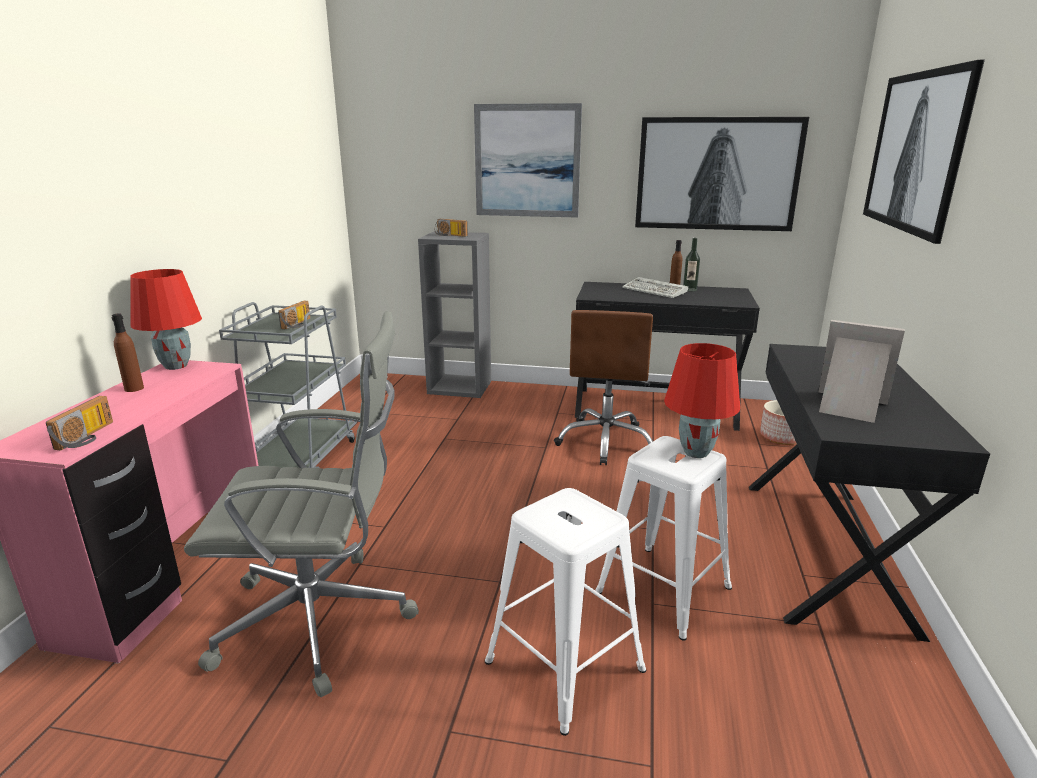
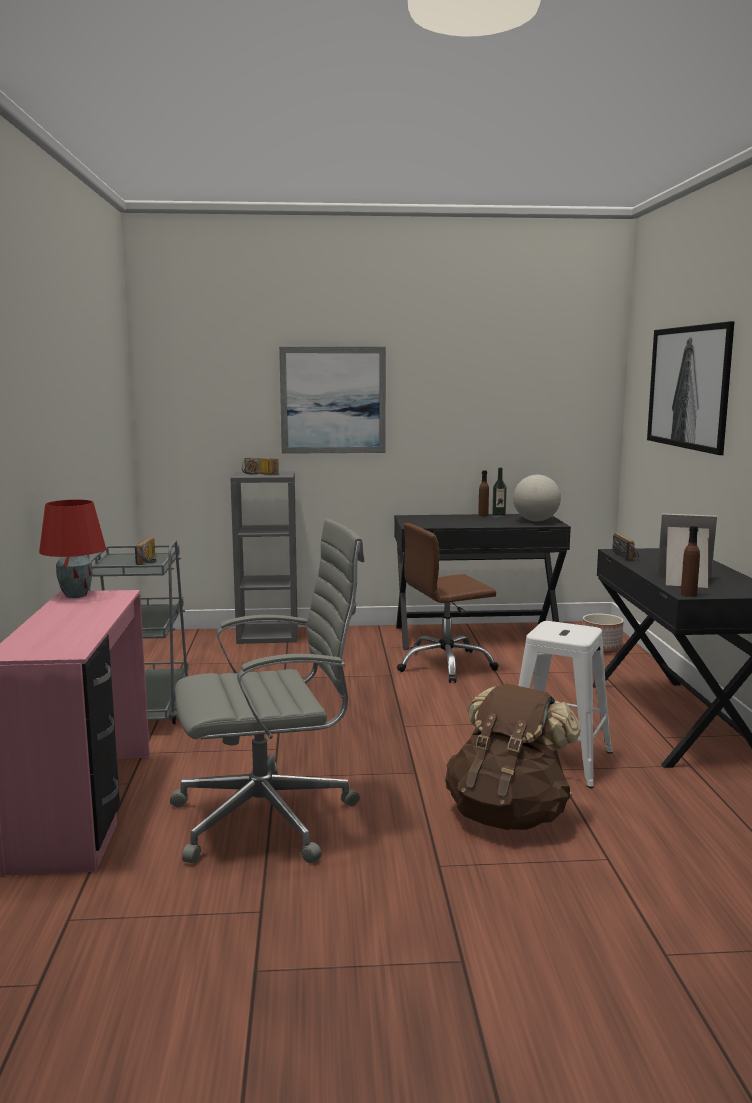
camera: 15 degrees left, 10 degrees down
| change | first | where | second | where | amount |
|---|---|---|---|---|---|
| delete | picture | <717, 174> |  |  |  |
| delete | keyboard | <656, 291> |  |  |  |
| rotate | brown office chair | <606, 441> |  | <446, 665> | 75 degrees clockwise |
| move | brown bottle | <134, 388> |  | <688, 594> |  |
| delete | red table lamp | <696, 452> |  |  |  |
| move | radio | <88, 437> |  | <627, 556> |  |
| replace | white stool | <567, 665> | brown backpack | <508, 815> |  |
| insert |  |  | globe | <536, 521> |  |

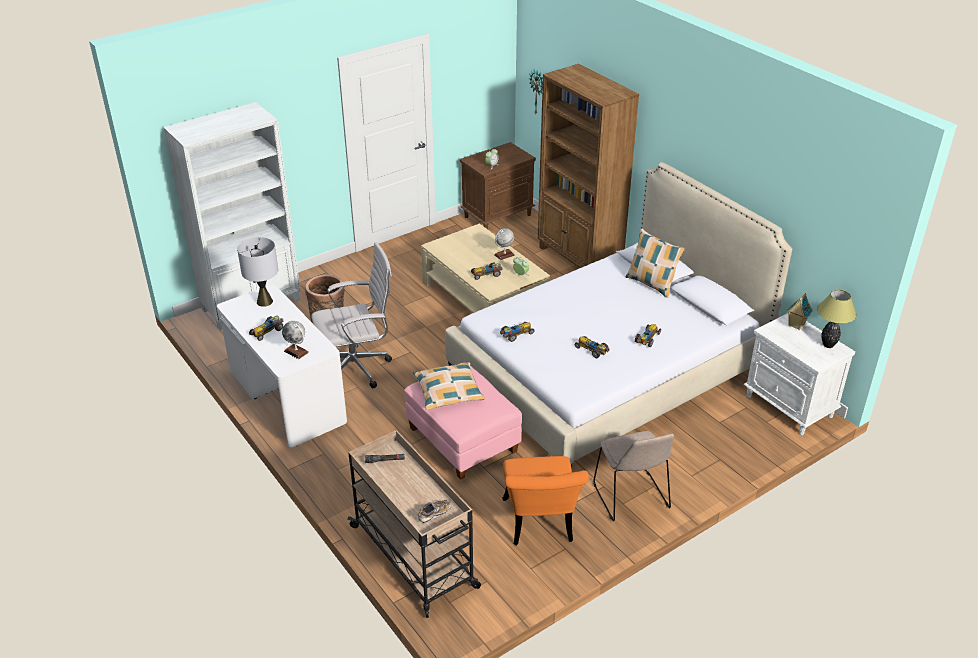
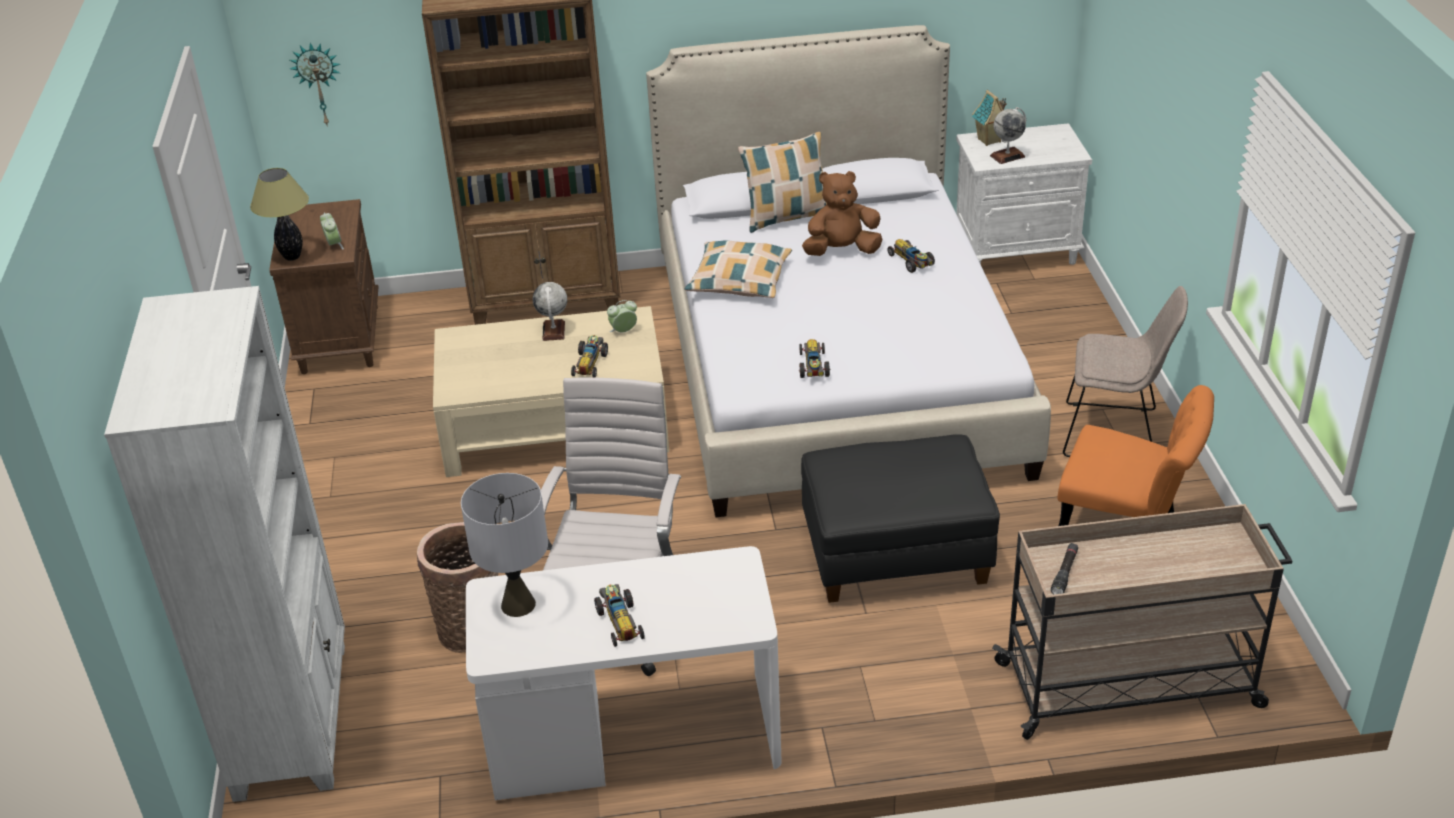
camera: 60 degrees left, 0 degrees up
| change | first | where | second | where | amount |
|---|---|---|---|---|---|
| move | table lamp | <828, 345> |  | <292, 257> |  |
| move | globe | <296, 352> |  | <1007, 156> |  |
| delete | toy car | <592, 350> |  |  |  |
| move | pillow | <448, 392> |  | <739, 280> |  |
| recolor | pink ottoman | <463, 440> | black ottoman | <895, 553> |  |
| delete | shoe | <434, 514> |  |  |  |
| insert |  |  | brown plush toy | <841, 251> |  |

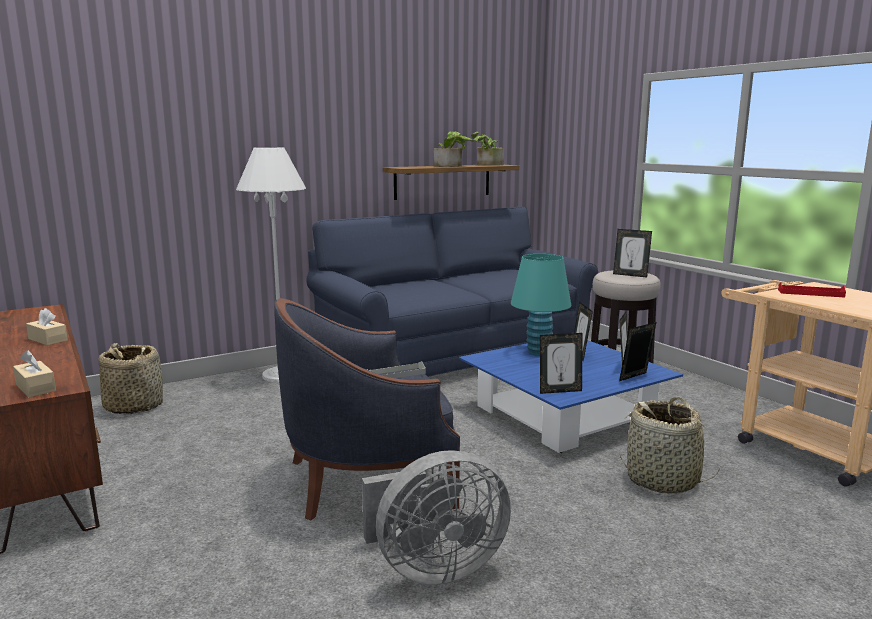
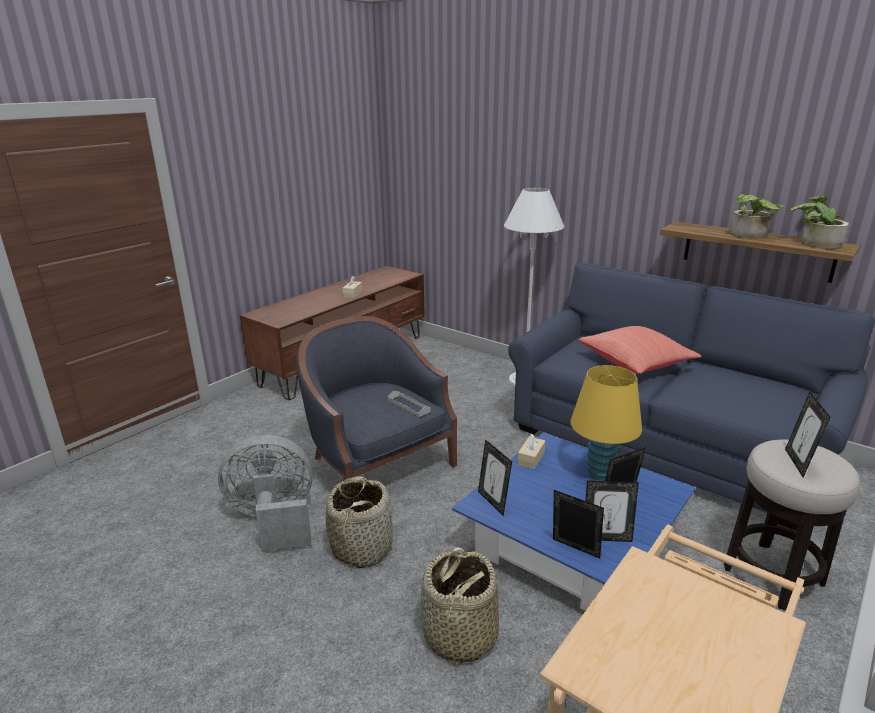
camera: 70 degrees right, 10 degrees up
| change | first | where | second | where | amount |
|---|---|---|---|---|---|
| recolor | turquoise table lamp | <538, 352> | yellow table lamp | <599, 473> |  |
| delete | red tray | <810, 293> |  |  |  |
| move | basket | <133, 406> |  | <362, 547> |  |
| move | beige tissue box | <36, 388> |  | <531, 458> |  |
| rotate | grey fan | <433, 568> |  | <274, 521> | 120 degrees clockwise |
| insert |  |  | red pillow | <636, 364> |  |

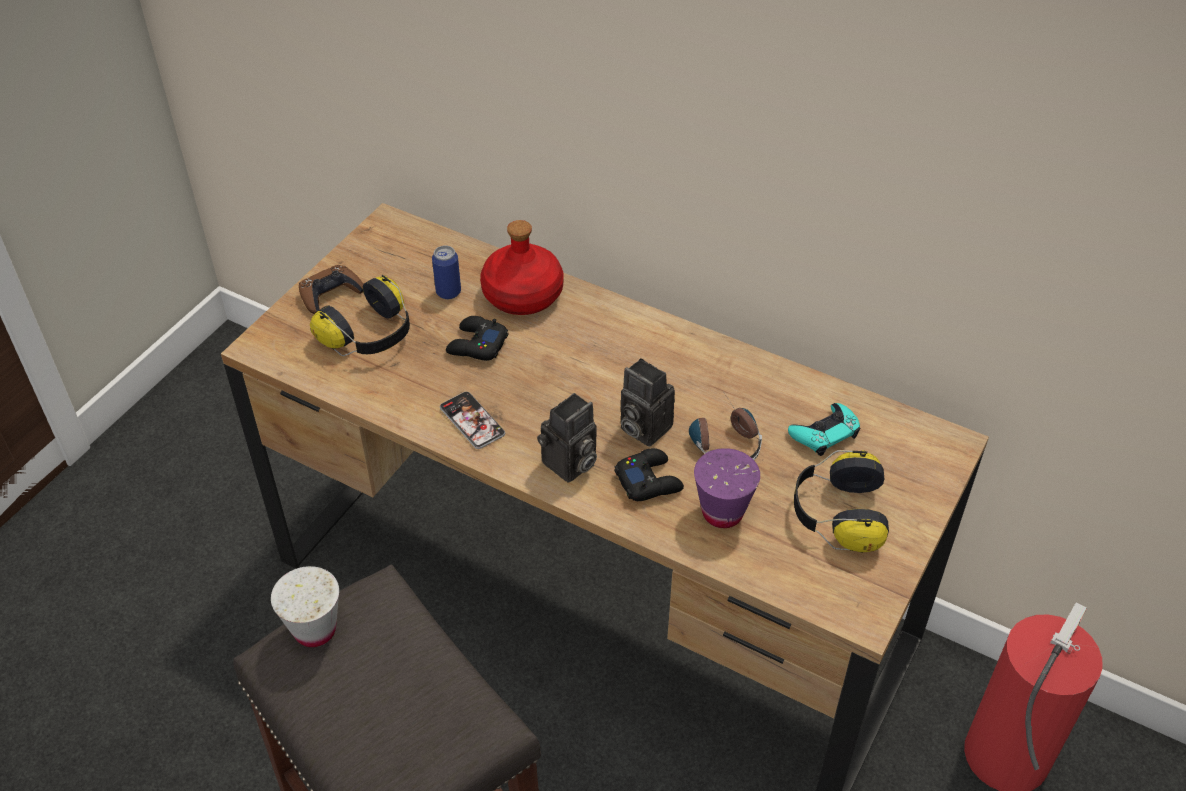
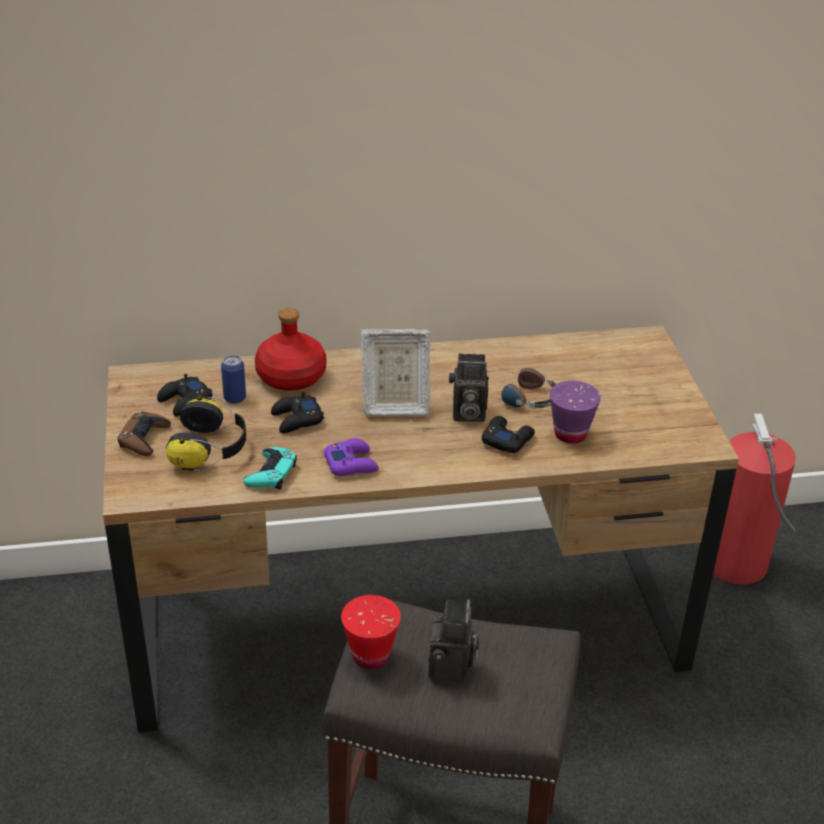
camera: 40 degrees left, 10 degrees down
| change | first | where | second | where | amount |
|---|---|---|---|---|---|
| replace | phone | <472, 421> | purple game controller | <351, 463> |  |
| move | photo camera | <569, 465> |  | <452, 670> |  |
| move | turquoise game controller | <824, 433> |  | <271, 474> |  |
| delete | headphones | <836, 514> |  |  |  |
| recolor | white cup | <315, 630> | red cup | <370, 655> |  |
| insert |  |  | picture frame | <394, 405> |  |
| insert |  |  | black game controller | <185, 401> |  |

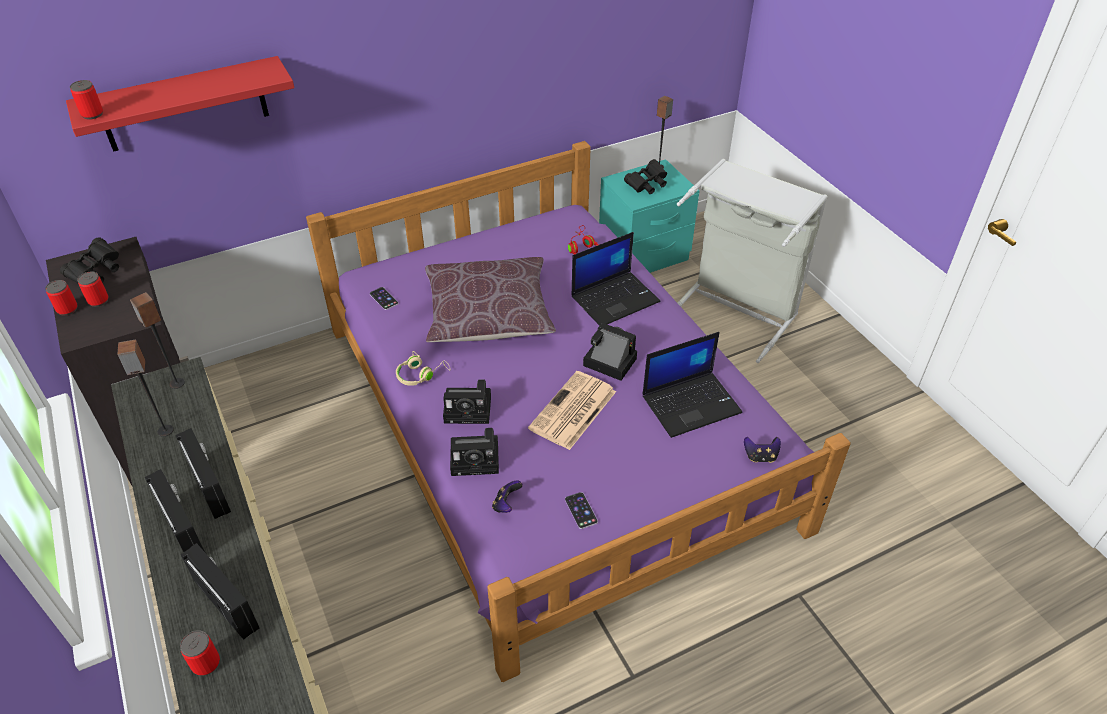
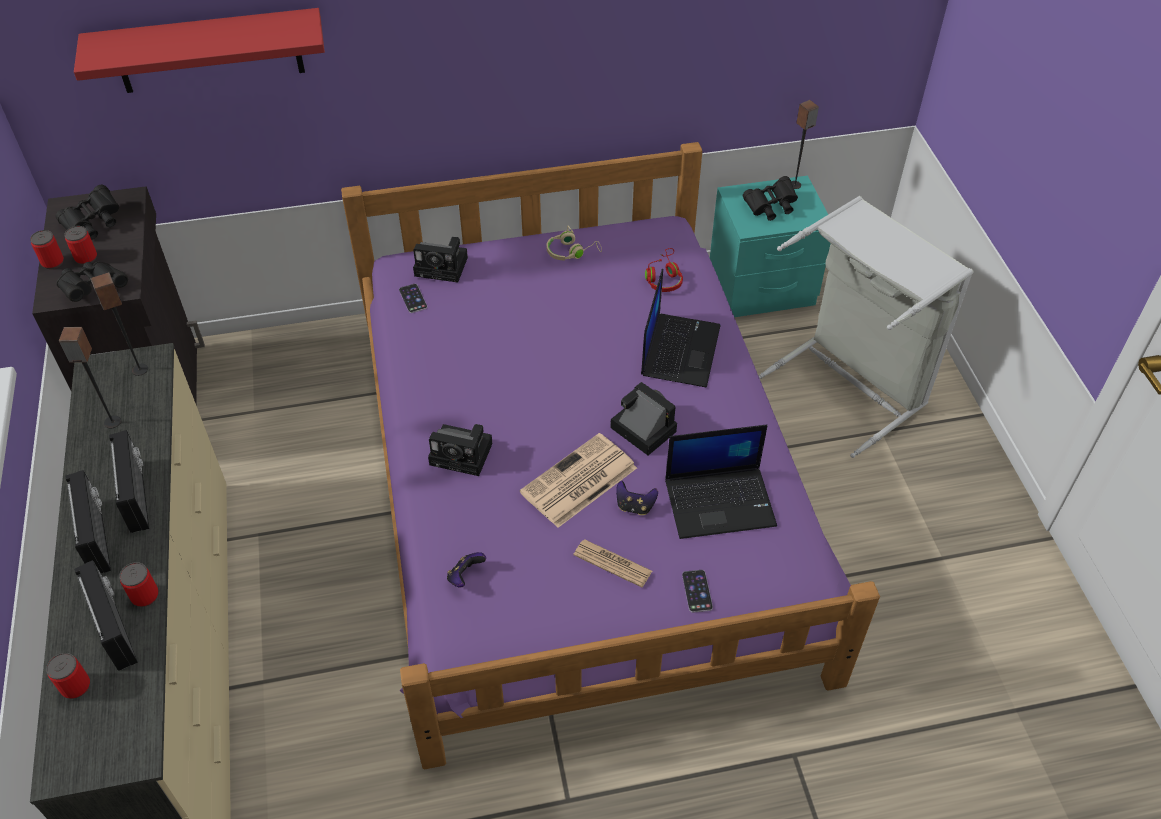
camera: 15 degrees right, 5 degrees up
| change | first | where | second | where | amount |
|---|---|---|---|---|---|
| move | can | <92, 114> |  | <145, 596> |  |
| rotate | laptop | <615, 298> |  | <679, 349> | 60 degrees counterclockwise |
| delete | brown pillow | <488, 314> |  |  |  |
| move | beige headphones | <421, 374> |  | <571, 252> |  |
| move | photo camera | <477, 458> |  | <443, 266> |  |
| move | game controller | <760, 456> |  | <635, 506> |  |
| move | phone | <581, 510> |  | <697, 591> |  |
| insert |  |  | black binoculars | <93, 288> |  |
| insert |  |  | newspaper | <612, 563> |  |

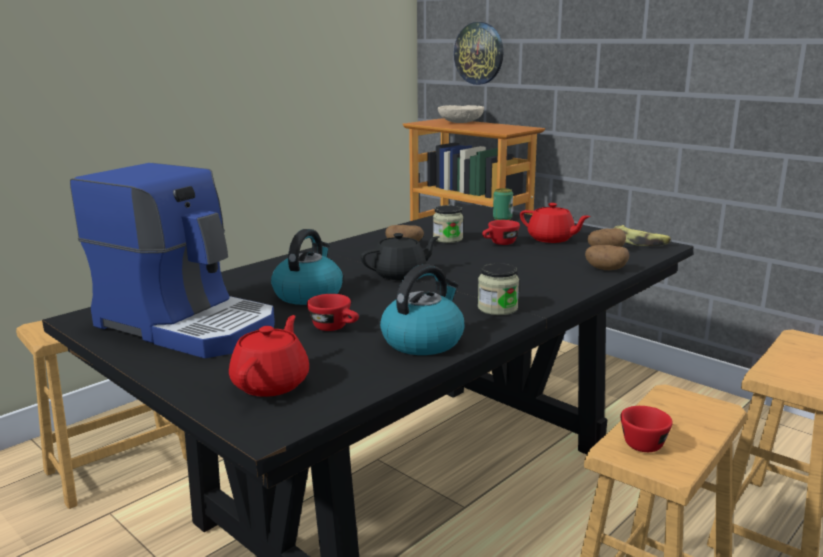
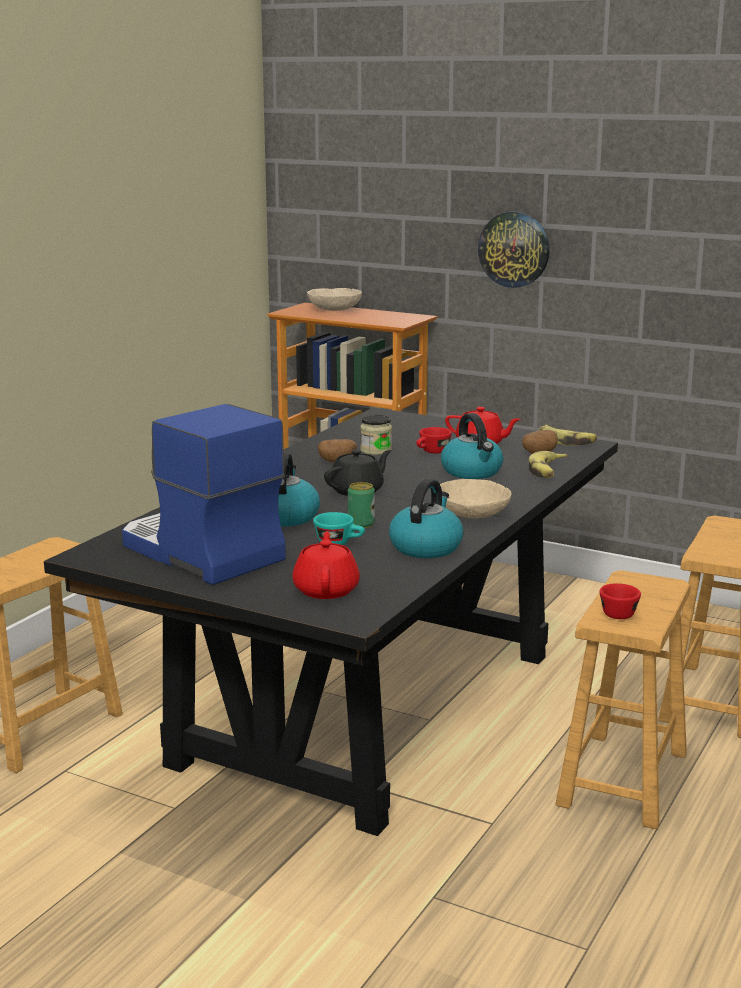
camera: 15 degrees left, 0 degrees up
| change | first | where | second | where | amount |
|---|---|---|---|---|---|
| move | wall clock | <479, 53> |  | <514, 249> |  |
| rotate | coffee machine | <189, 325> |  | <199, 552> | 150 degrees counterclockwise |
| move | can | <502, 218> |  | <361, 524> |  |
| replace | potato | <605, 269> | banana | <547, 471> |  |
| replace | jar | <497, 308> | beige bowl | <471, 515> |  |
| recolor | red cup | <335, 328> | turquoise cup | <339, 543> |  |
| insert |  |  | kettle | <472, 472> |  |

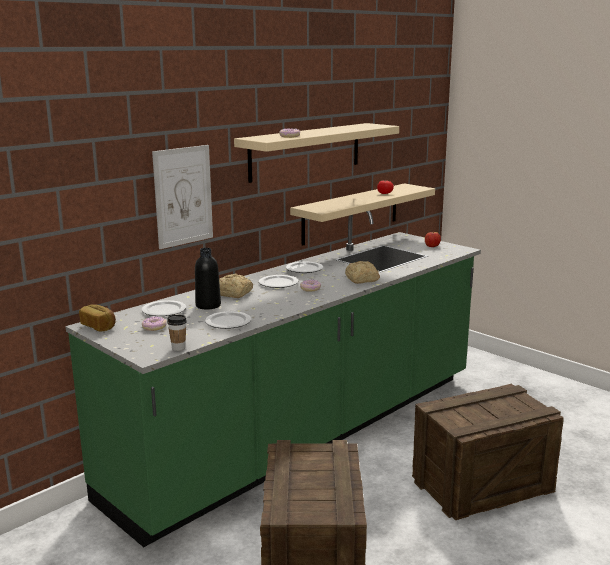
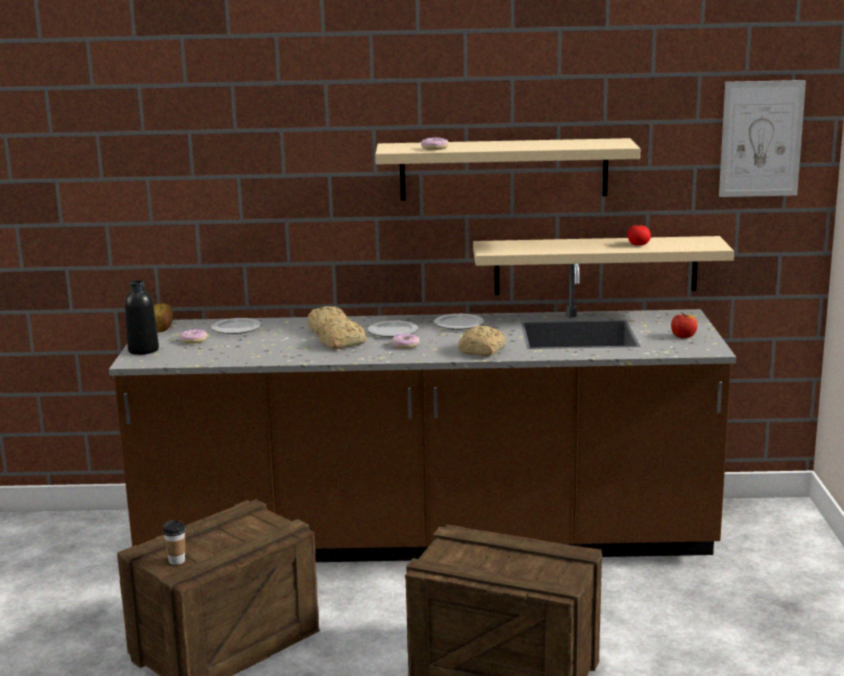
camera: 45 degrees right, 0 degrees up
| change | first | where | second | where | amount |
|---|---|---|---|---|---|
| move | picture | <183, 196> |  | <761, 139> |  |
| recolor | green counter | <305, 434> | brown counter | <426, 539> |  |
| move | black bottle | <208, 305> |  | <143, 350> |  |
| delete | plate | <228, 322> |  |  |  |
| move | cup | <178, 348> |  | <177, 561> |  |
| insert |  |  | bread | <341, 344> |  |

